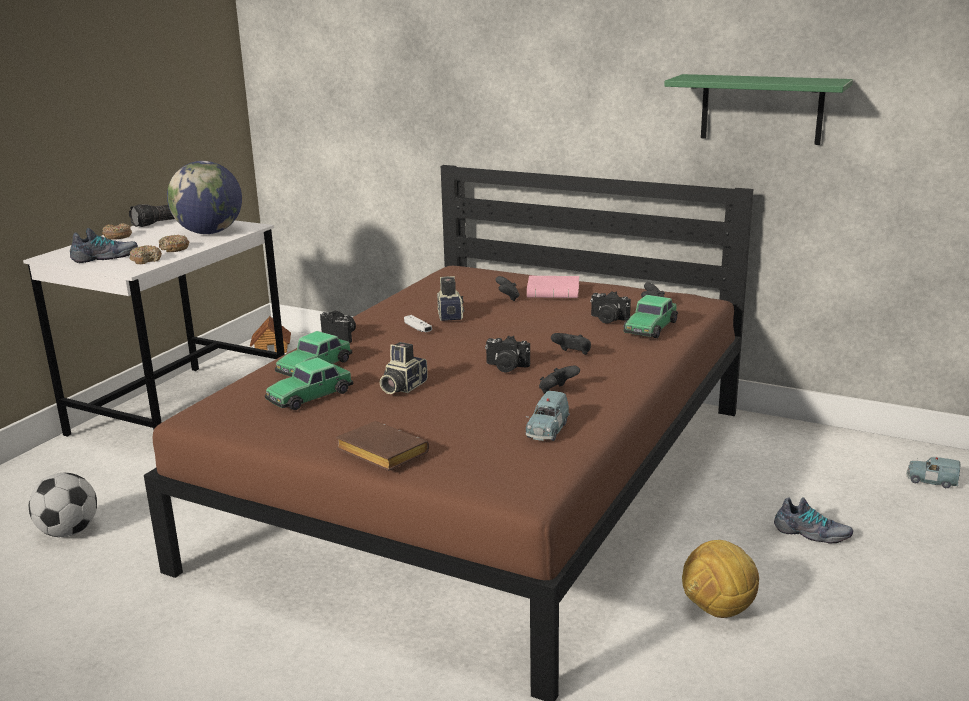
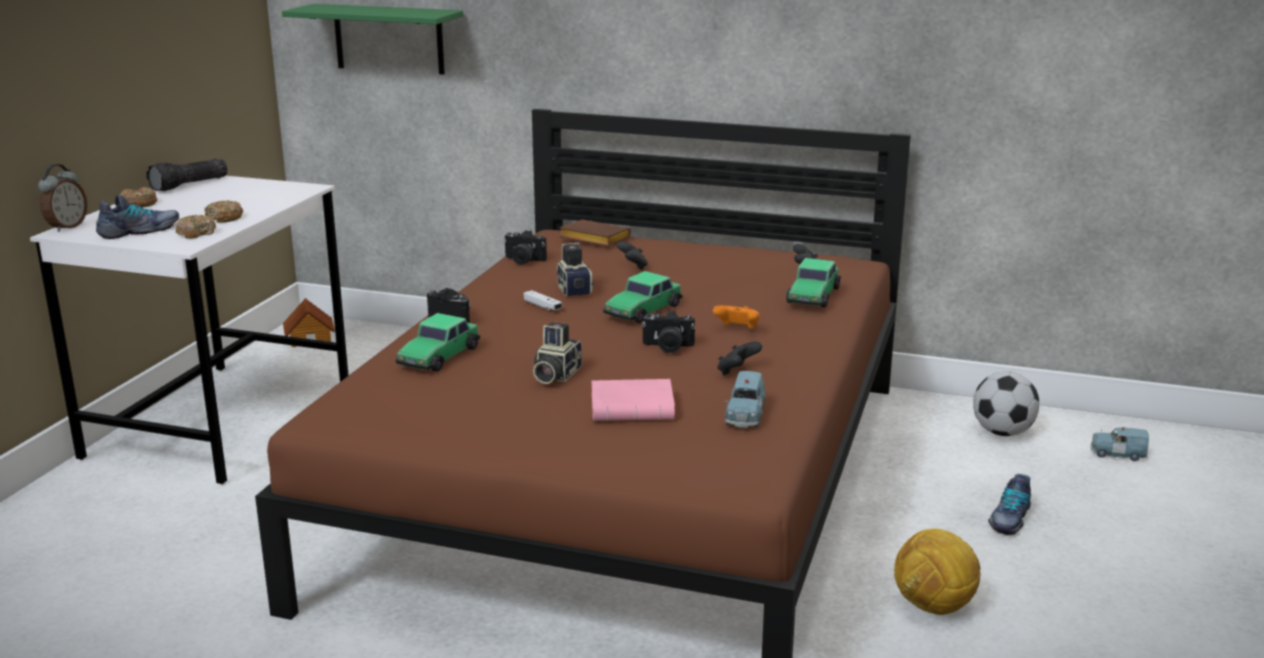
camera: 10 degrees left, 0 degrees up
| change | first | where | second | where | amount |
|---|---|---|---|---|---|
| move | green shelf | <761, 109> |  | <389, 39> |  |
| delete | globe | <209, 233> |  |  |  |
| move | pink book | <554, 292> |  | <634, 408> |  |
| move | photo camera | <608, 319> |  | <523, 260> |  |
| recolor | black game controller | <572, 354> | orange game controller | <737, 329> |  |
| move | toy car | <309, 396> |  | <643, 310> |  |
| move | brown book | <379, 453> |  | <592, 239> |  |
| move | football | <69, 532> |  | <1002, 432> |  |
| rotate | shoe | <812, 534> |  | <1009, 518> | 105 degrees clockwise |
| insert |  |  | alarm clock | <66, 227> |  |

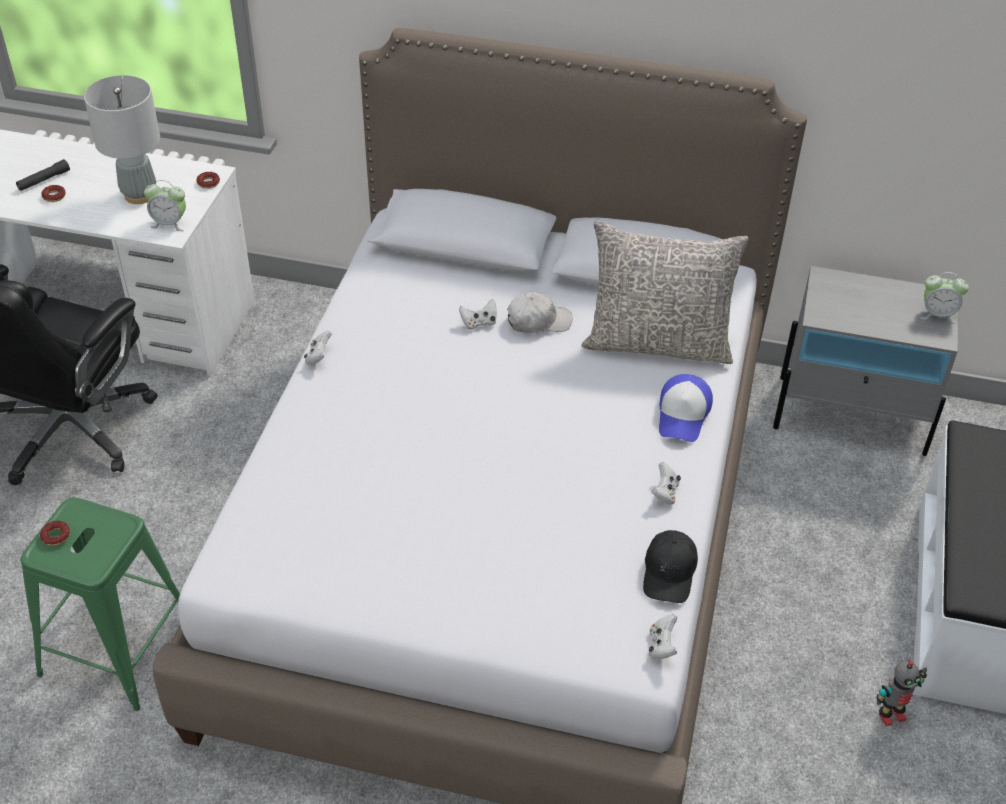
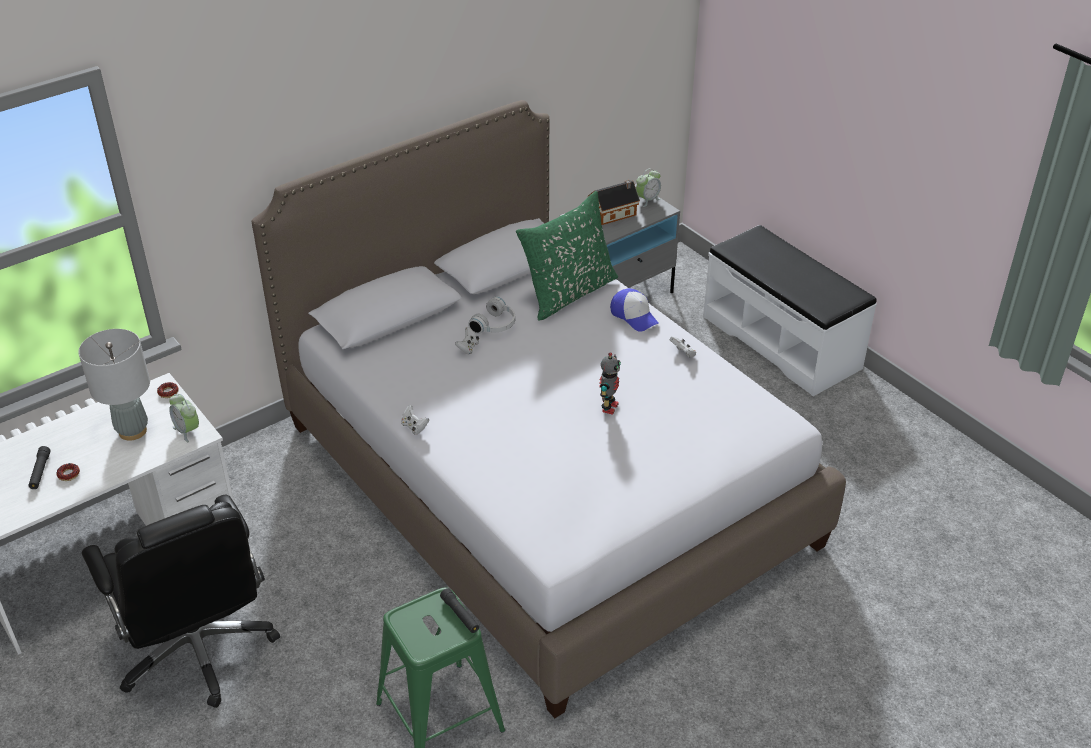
camera: 50 degrees left, 5 degrees down
| change | first | where | second | where | amount |
|---|---|---|---|---|---|
| rotate | alarm clock | <170, 223> |  | <187, 430> | 90 degrees clockwise |
| recolor | grey pillow | <657, 343> | green pillow | <568, 293> |  |
| replace | white cap | <538, 321> | white headphones | <496, 325> |  |
| delete | donut | <56, 536> |  |  |  |
| delete | black cap | <669, 573> |  |  |  |
| delete | white game controller | <661, 646> |  |  |  |
| move | toy robot | <890, 715> |  | <608, 407> |  |
| insert |  |  | toy house | <614, 213> |  |
| insert |  |  | black flashlight | <460, 615> |  |

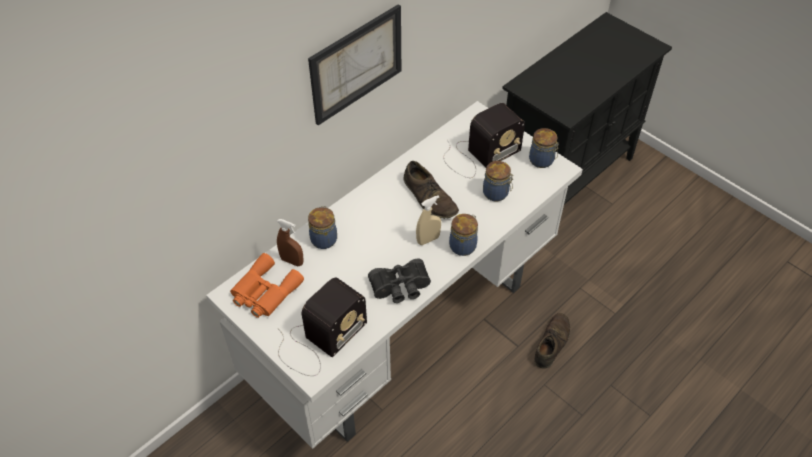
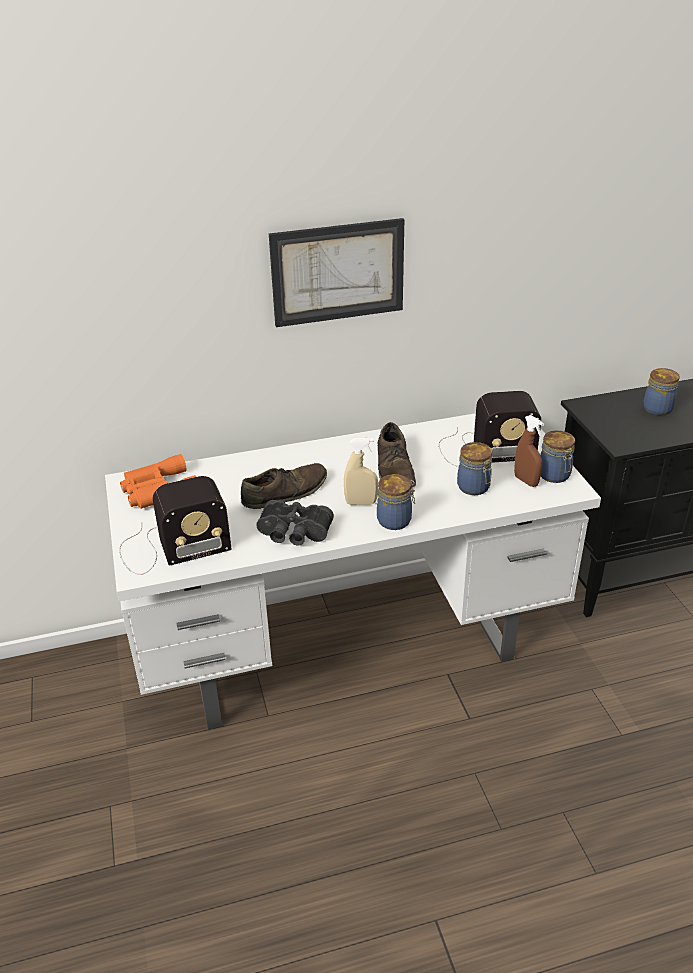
camera: 30 degrees right, 15 degrees down
| change | first | where | second | where | amount |
|---|---|---|---|---|---|
| move | jar | <324, 238> |  | <658, 408> |  |
| move | brown spray bottle | <292, 261> |  | <526, 481> |  |
| move | brown shoe | <551, 343> |  | <285, 492> |  |

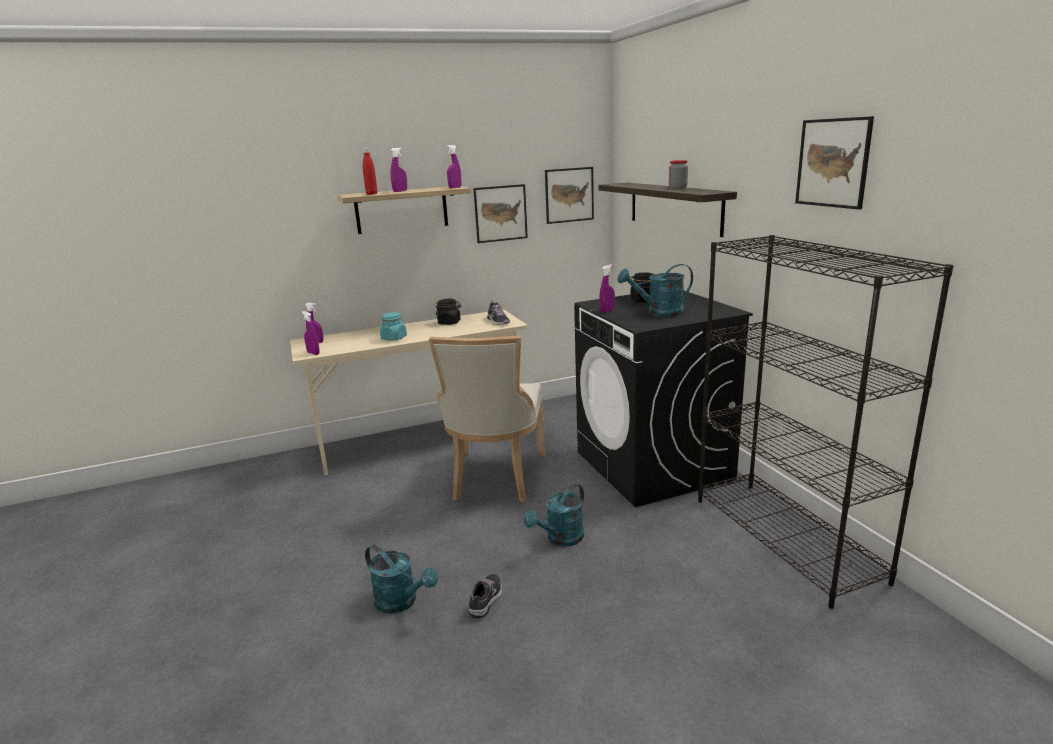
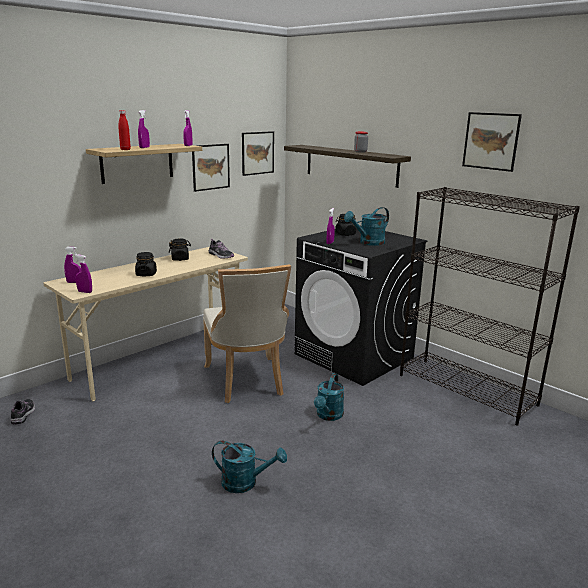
camera: 25 degrees left, 0 degrees up
| change | first | where | second | where | amount |
|---|---|---|---|---|---|
| recolor | turquoise jar | <394, 338> | black jar | <146, 274> |  |
| move | shoe | <486, 600> |  | <23, 414> |  |

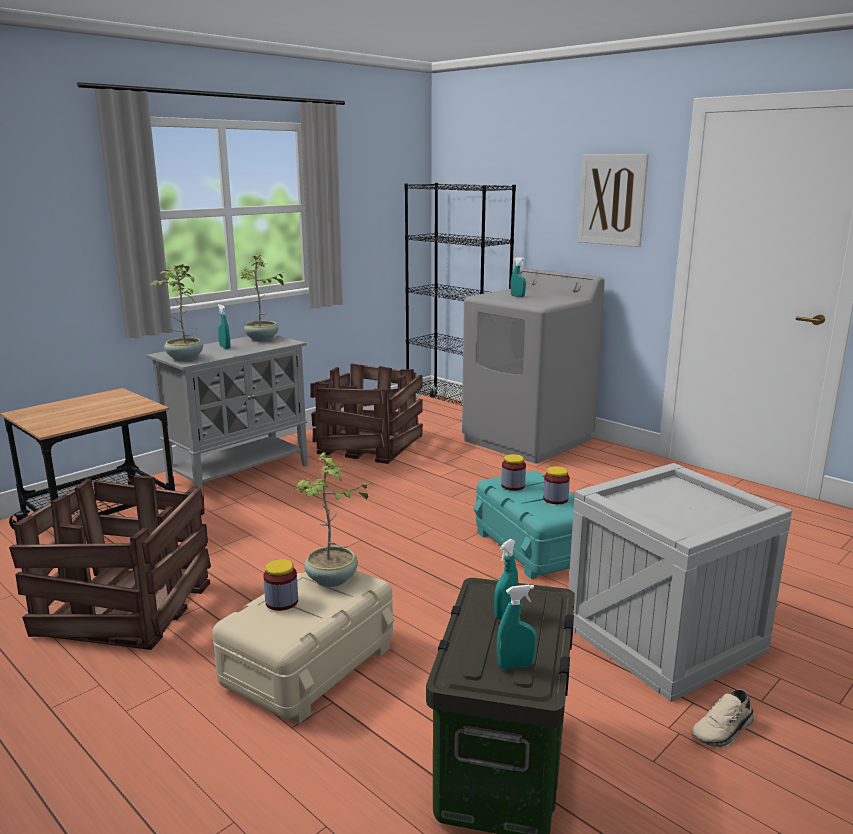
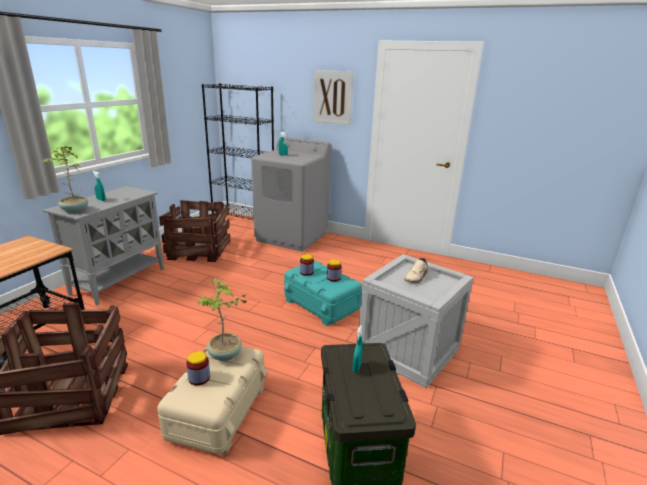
camera: 20 degrees left, 5 degrees up
| change | first | where | second | where | amount |
|---|---|---|---|---|---|
| delete | potted plant | <262, 339> |  |  |  |
| delete | turquoise spray bottle | <515, 665> |  |  |  |
| move | beige shoe | <724, 731> |  | <417, 277> |  |

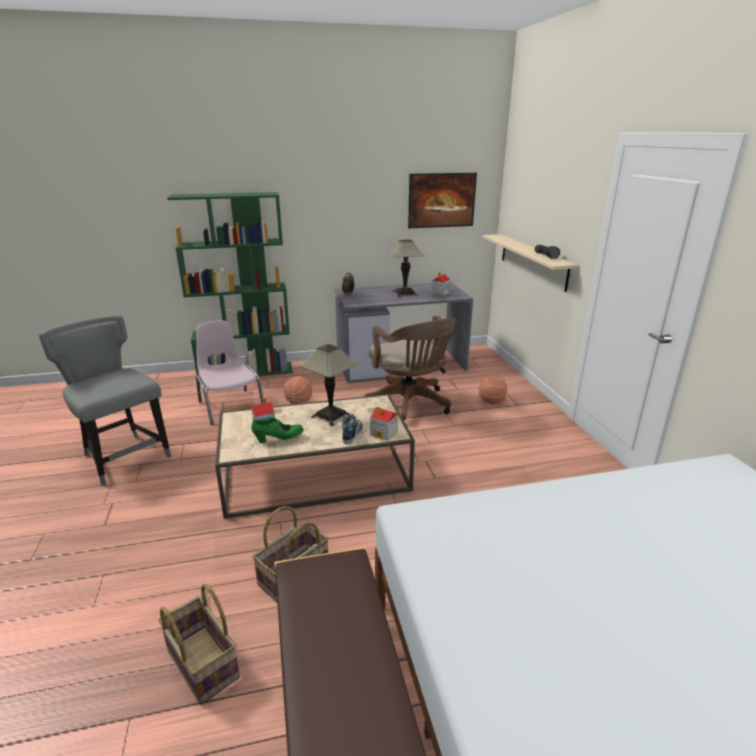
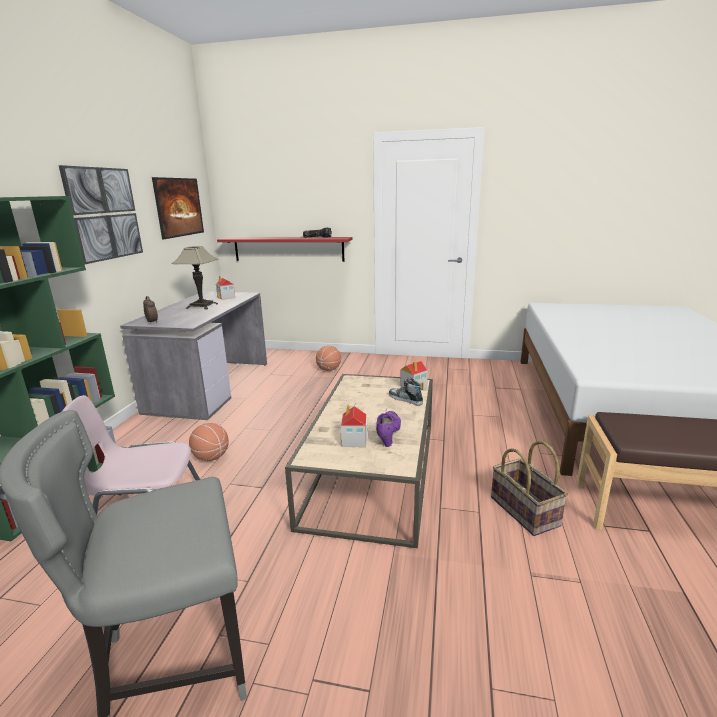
camera: 65 degrees left, 5 degrees down
| change | first | where | second | where | amount |
|---|---|---|---|---|---|
| recolor | beige shelf | <533, 261> | red shelf | <288, 249> |  |
| delete | brown office chair | <410, 405> |  |  |  |
| delete | table lamp | <331, 416> |  |  |  |
| recolor | green shoe | <279, 439> | purple shoe | <388, 435> |  |
| delete | basket | <201, 664> |  |  |  |
| insert |  |  | picture | <104, 214> |  |

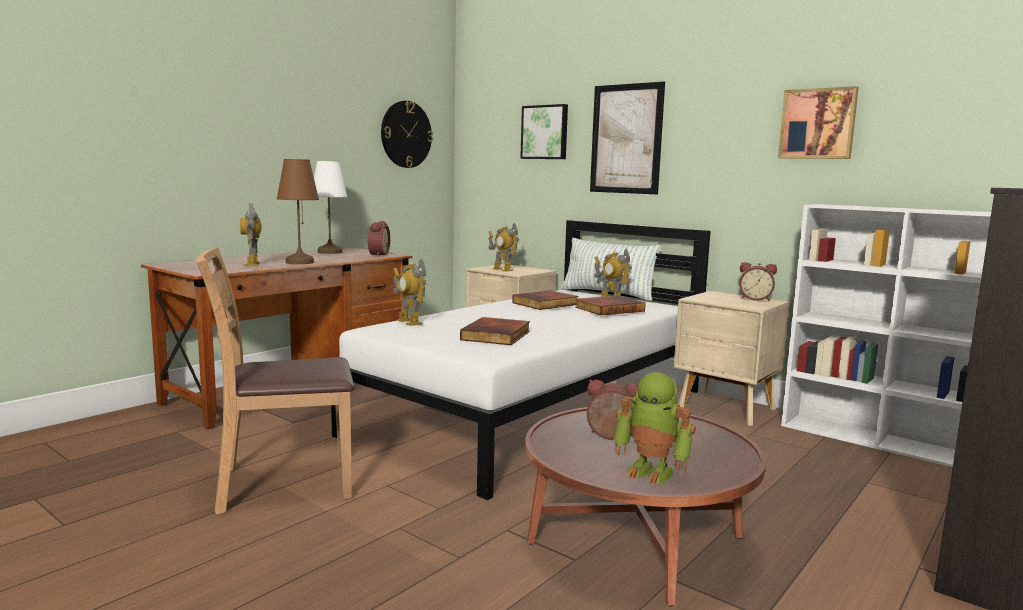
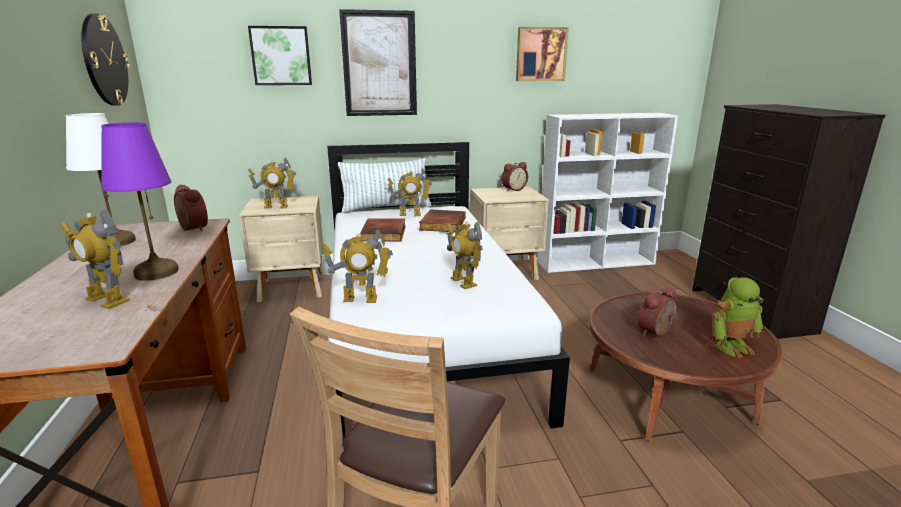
camera: 50 degrees left, 10 degrees up
| change | first | where | second | where | amount |
|---|---|---|---|---|---|
| recolor | brown table lamp | <299, 262> | purple table lamp | <156, 273> |  |
| replace | book | <497, 336> | toy robot | <463, 282> |  |

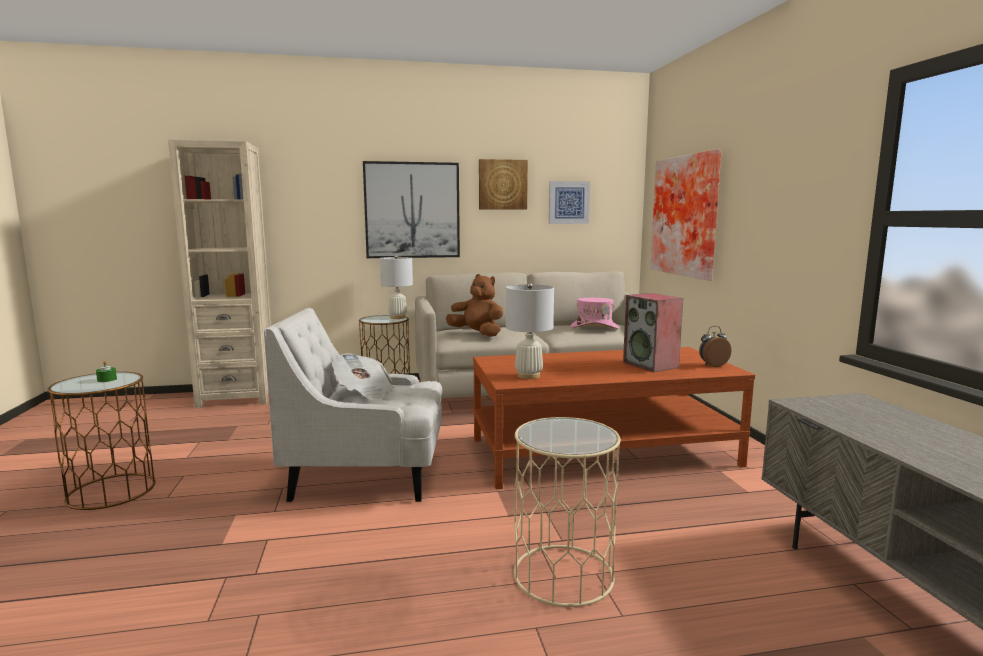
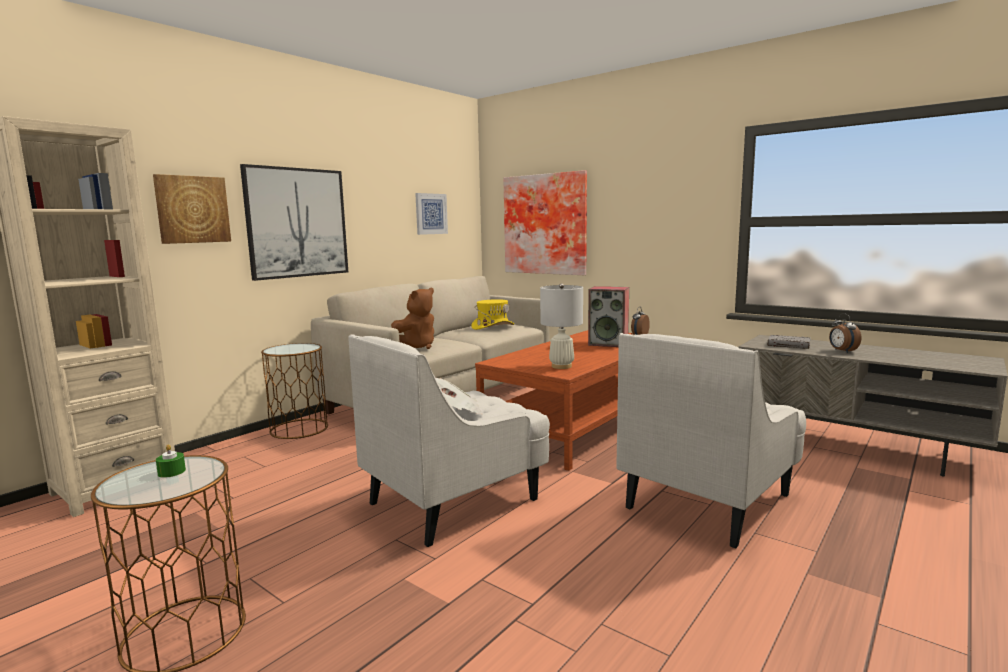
camera: 40 degrees left, 0 degrees up
| change | first | where | second | where | amount |
|---|---|---|---|---|---|
| move | picture | <502, 184> |  | <192, 209> |  |
| delete | white table lamp | <397, 317> |  |  |  |
| rotate | brown plush toy | <477, 334> |  | <416, 347> | 135 degrees clockwise |
| recolor | pink hat | <594, 327> | yellow hat | <492, 327> |  |
| replace | beige side table | <562, 574> | white armchair | <709, 500> |  |
| insert |  |  | alarm clock | <842, 351> |  |
| insert |  |  | grey book | <789, 345> |  |

